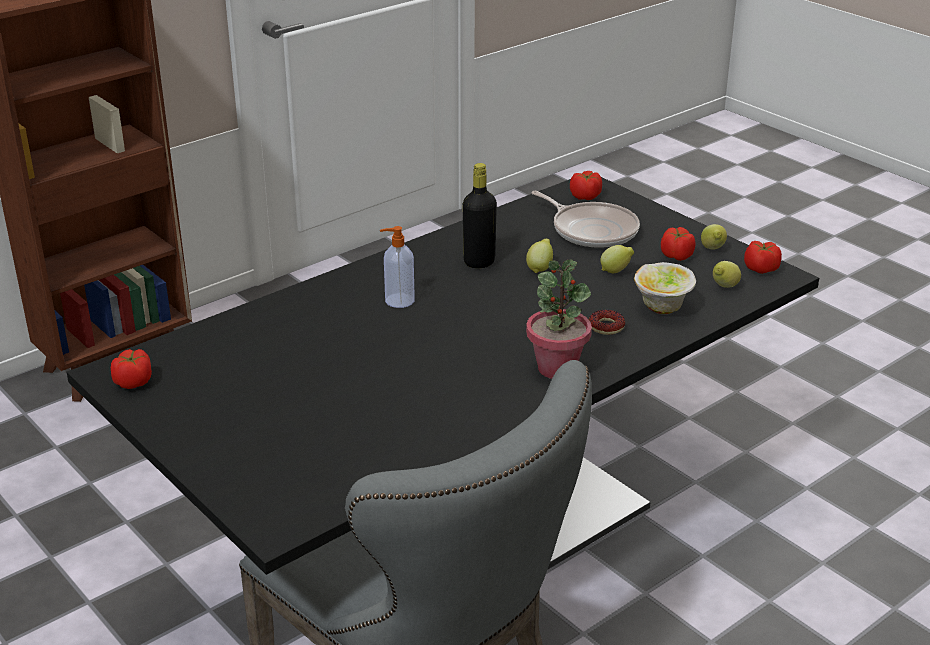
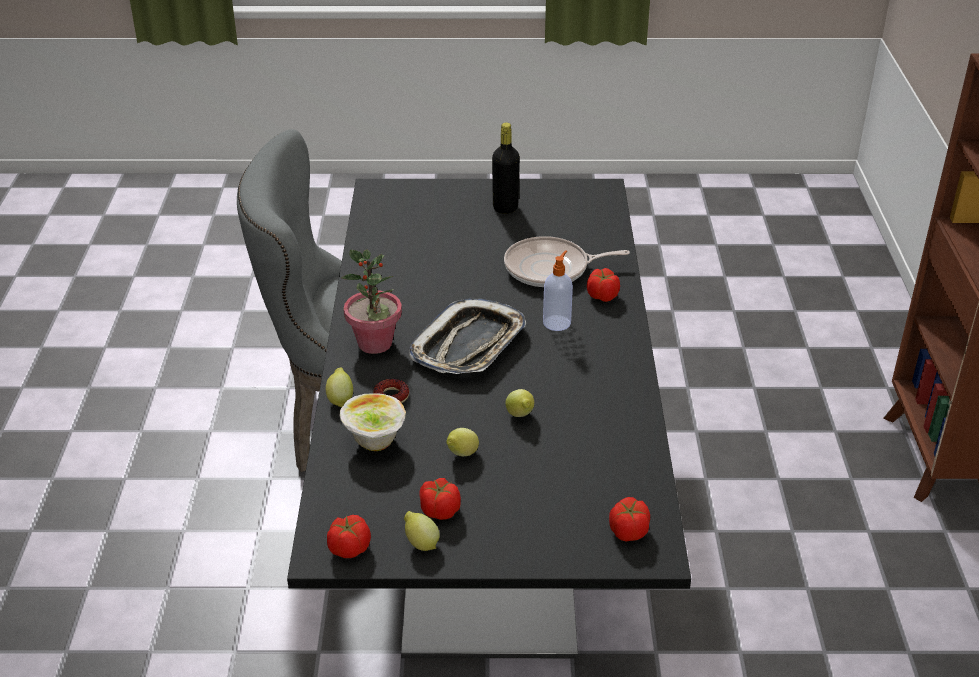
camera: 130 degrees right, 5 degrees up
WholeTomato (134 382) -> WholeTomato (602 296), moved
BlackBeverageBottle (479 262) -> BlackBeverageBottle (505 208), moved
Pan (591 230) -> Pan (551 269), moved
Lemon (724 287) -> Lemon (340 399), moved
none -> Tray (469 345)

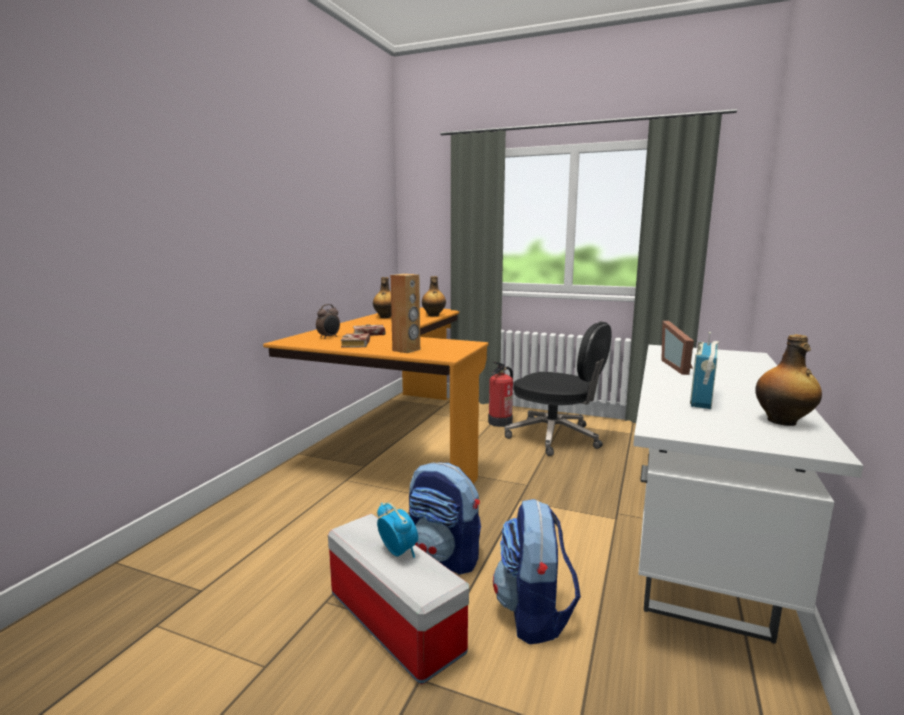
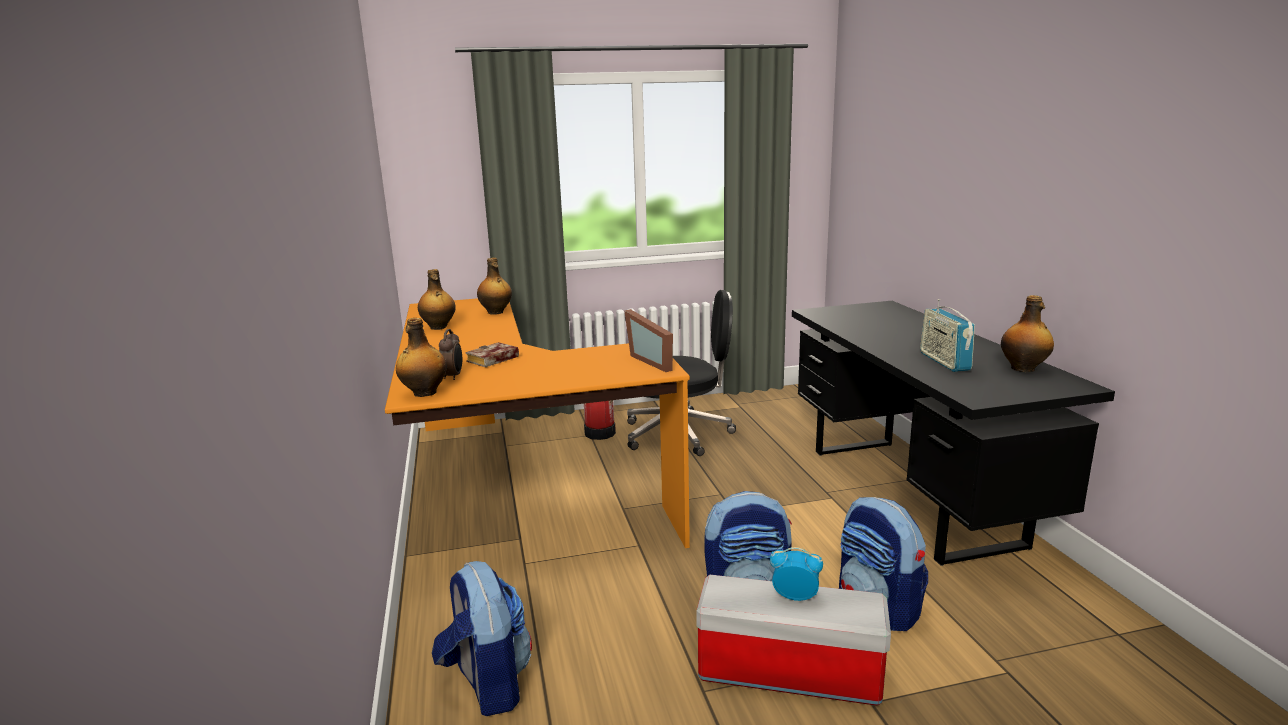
camera: 35 degrees left, 5 degrees up
Book (356 344) -> none
BrownColouredAudioSpeaker (406 350) -> none
WhitishDeskUnit (700 543) -> BlackDeskUnit (911 494)
PictureFrame (679 366) -> PictureFrame (654 360), moved
none -> BeverageBottle (424 393)
none -> Knapsack (487 684)

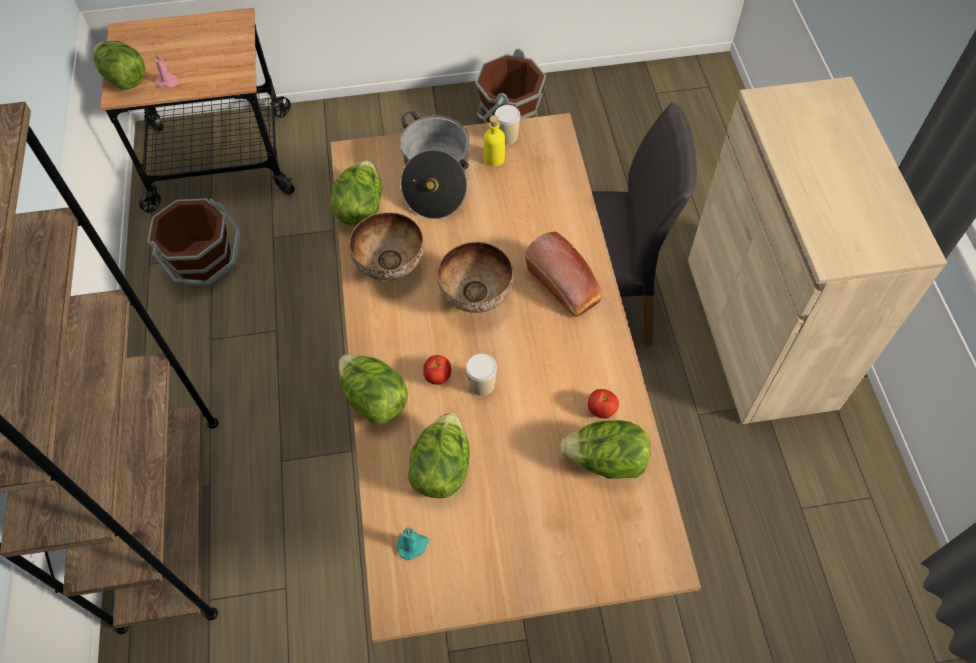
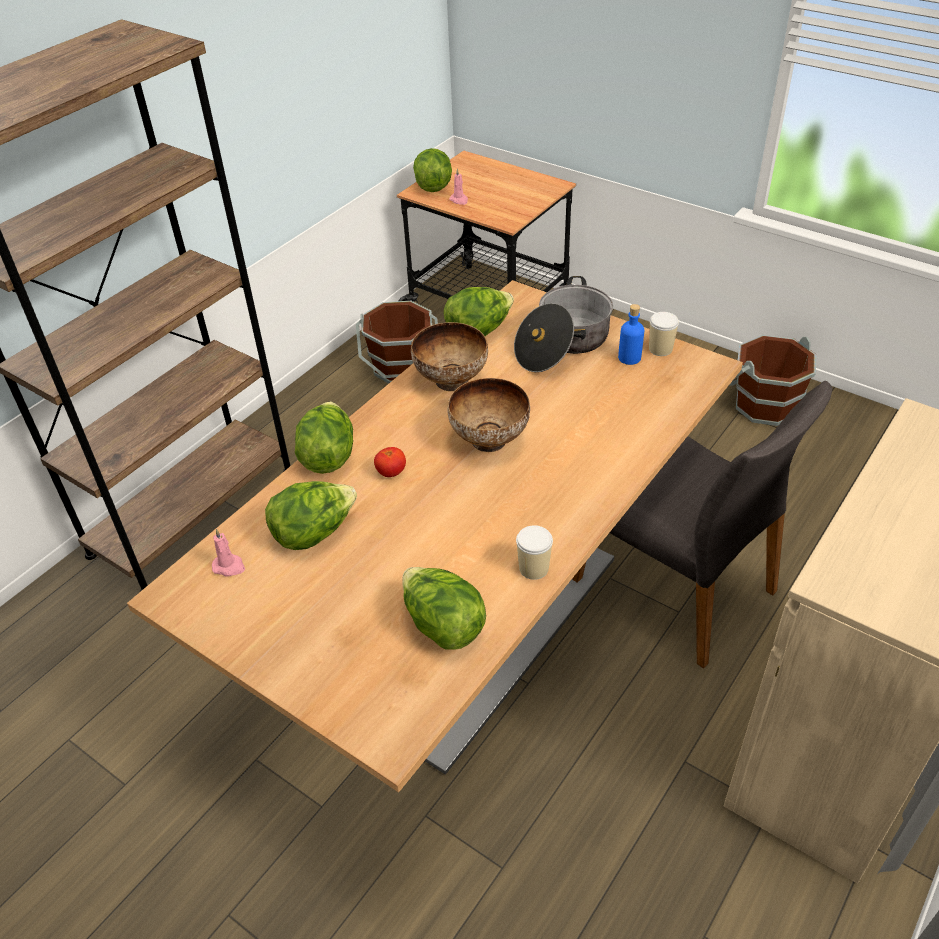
camera: 45 degrees right, 15 degrees down
TurquoiseWaxCandle (413 545) -> PinkColouredWaxCandle (229 566)
Cup (482 385) -> Cup (533 568), moved
YellowBeverageBottle (494 158) -> BlueColouredBeverageBottle (629 358)
BakeryBread (565 286) -> none
WholeTomato (601 410) -> none

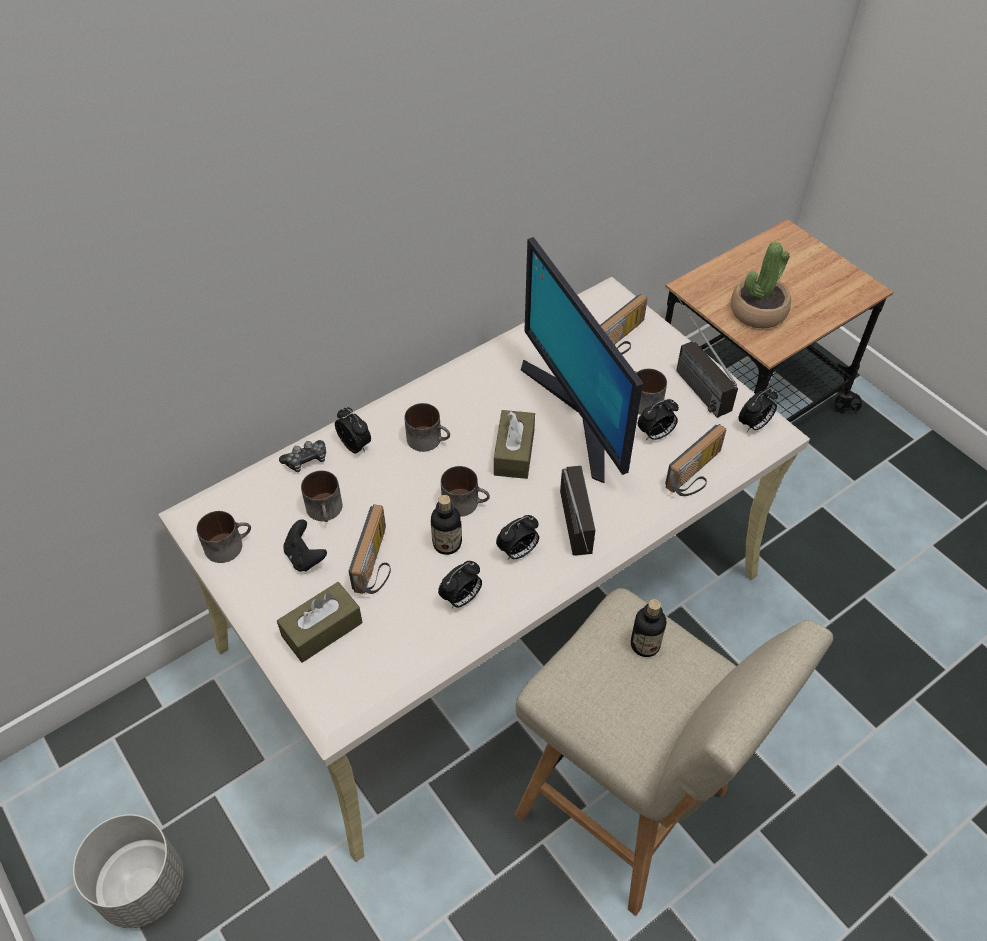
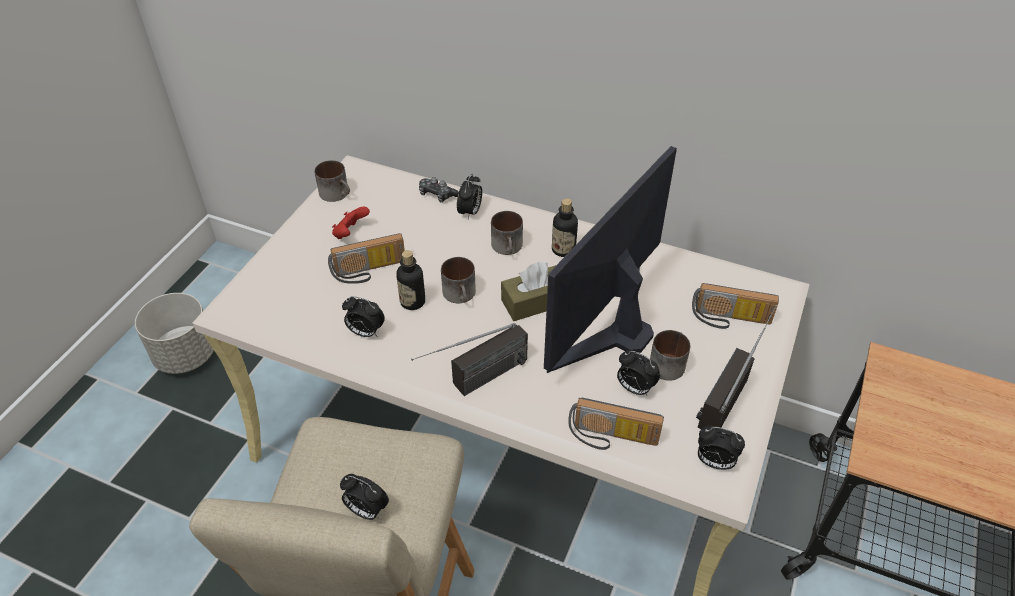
camera: 60 degrees right, 5 degrees down
BrownColouredBoxOfTissues (322 629) -> none
BlackJoypad (305 557) -> RedJoypad (350 233)
TeaMug (326 510) -> none
AlarmClock (518 552) -> AlarmClock (366 510), moved
BeverageBottle (645 644) -> BeverageBottle (563 249), moved
PottedPlant (758 311) -> none

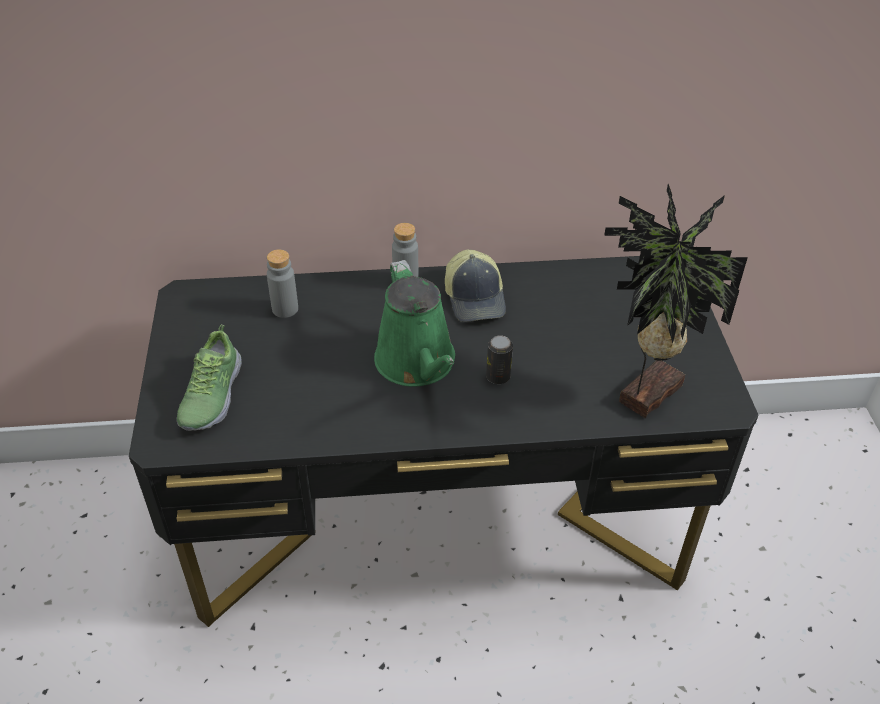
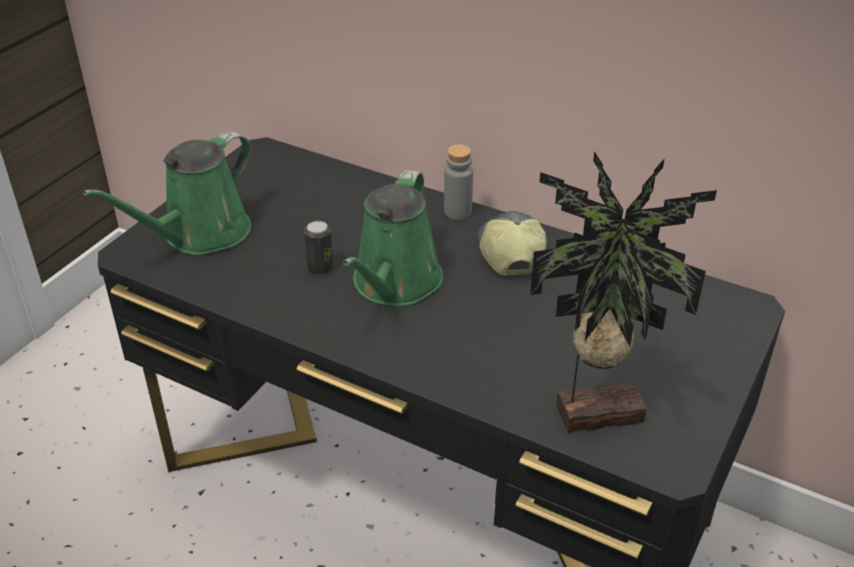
camera: 35 degrees right, 5 degrees down
Shoe (210 396) -> GreenSprinklingCan (200 235)
GreyishBeverageBottle (285 309) -> none
BaseballCap (476 298) -> BaseballCap (509 252), 150 degrees clockwise
SealedCan (498 377) -> SealedCan (320 268), moved

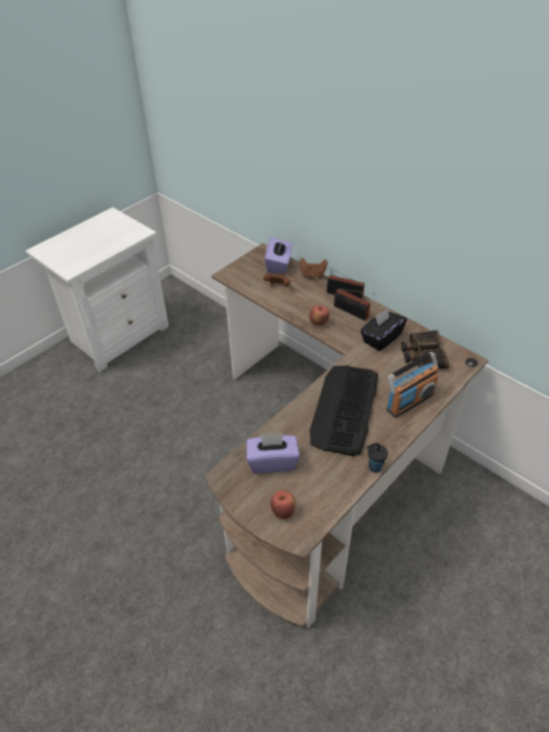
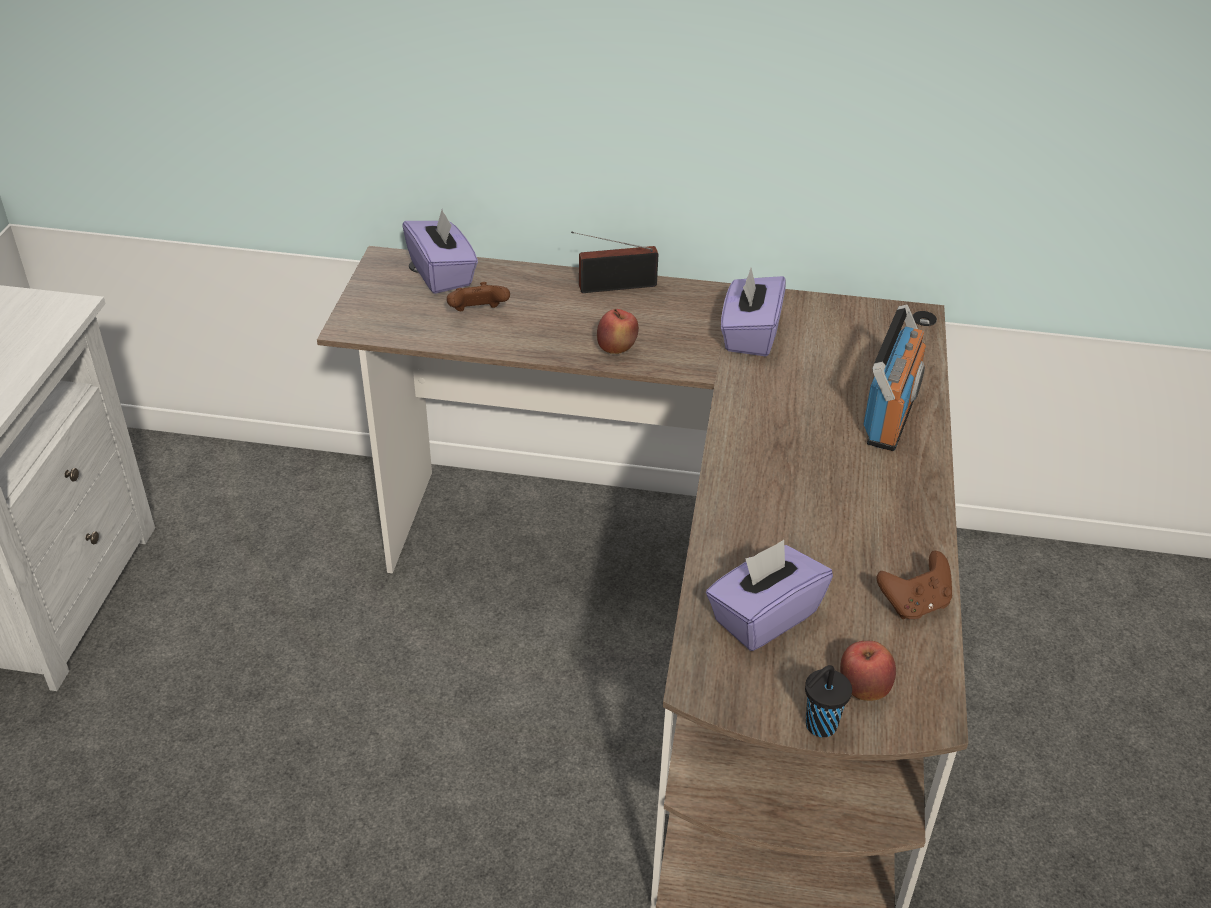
camera: 35 degrees left, 5 degrees down
BrownColouredJoypad (313 275) -> BrownColouredJoypad (914 604), moved
PcKeyboard (344 409) -> none
RadioSet (352 313) -> none
BlackBoxOfTissues (381 338) -> PurpleColouredBoxOfTissues (749 335)
BlackCup (374 467) -> BlackCup (819 726), moved
Binoculars (423 354) -> none

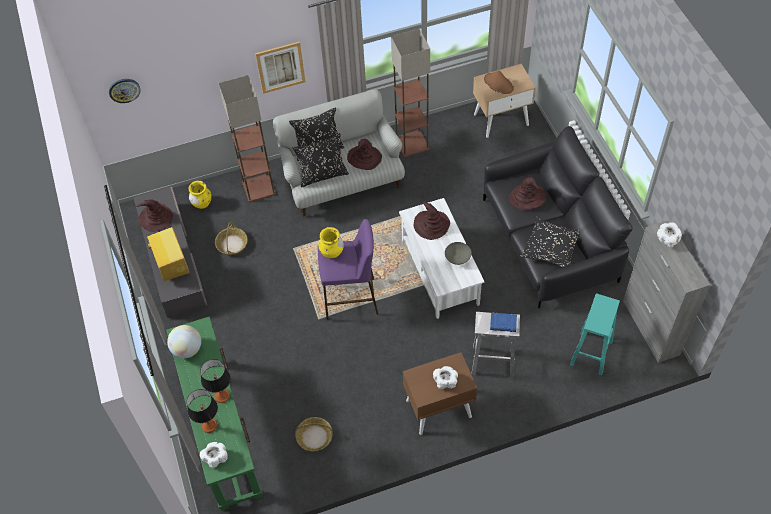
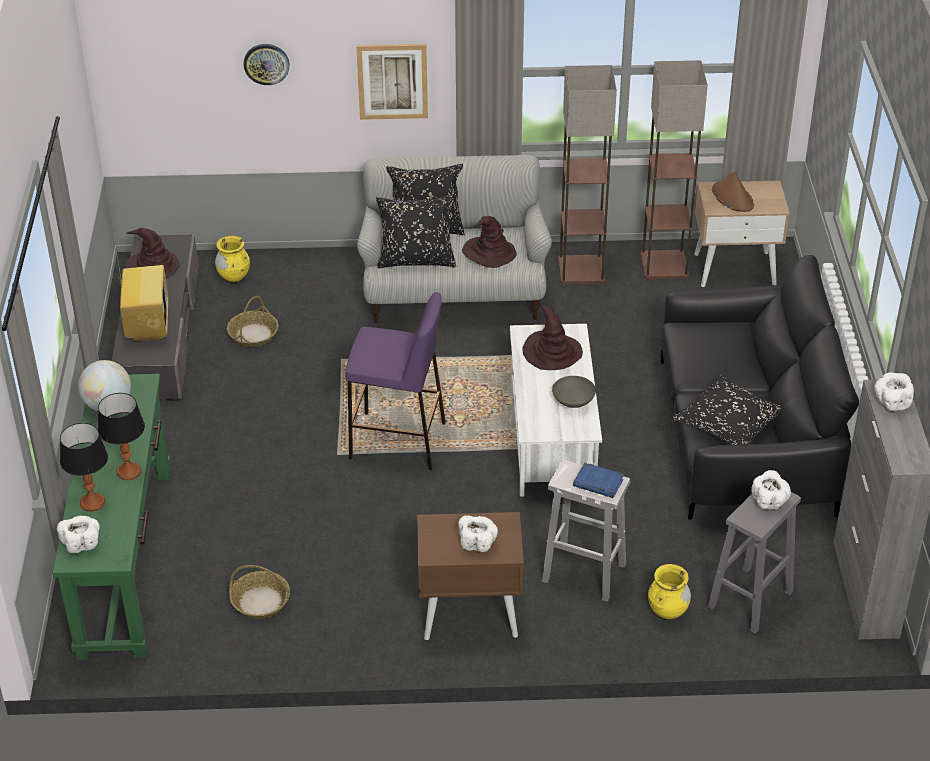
camera: 15 degrees right, 15 degrees down
WallClock (124 90) -> WallClock (266 63), moved
FloorLamp (259 187) -> FloorLamp (665 265), moved
YellowVase (332 253) -> YellowVase (668 612), moved
BrownColouredHat (527 197) -> none
TurquoiseStool (591 354) -> GreyishStool (749 600)
none -> WhitishServingBowl (769 501)

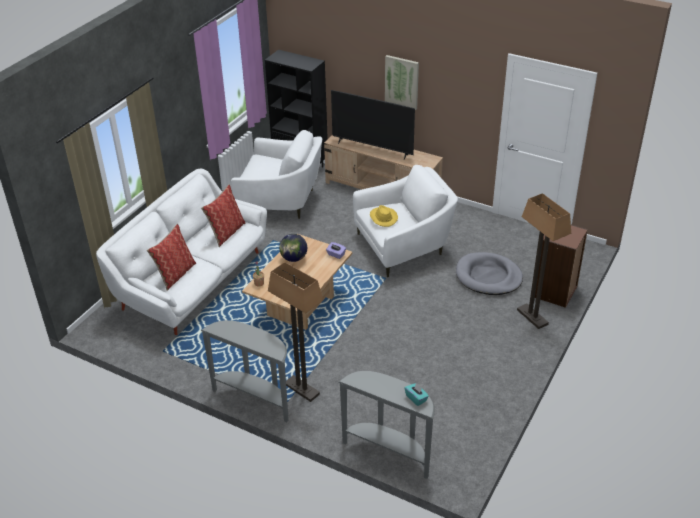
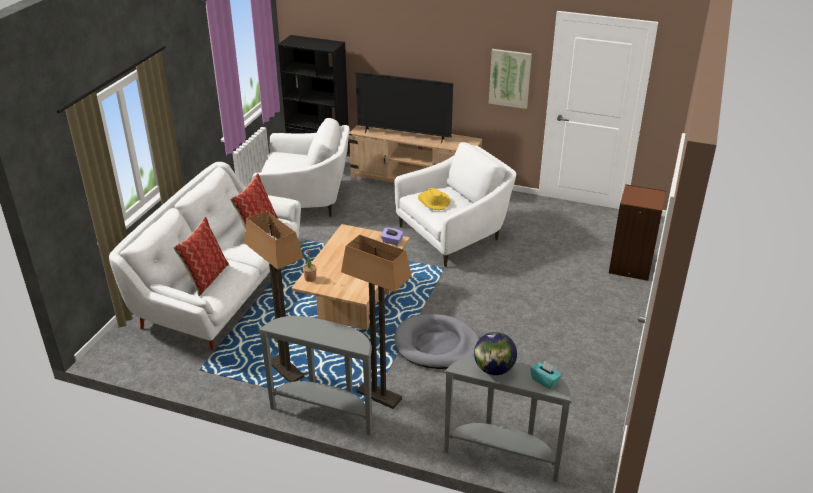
camera: 10 degrees left, 5 degrees down
Globe (294 258) -> Globe (494 369), moved
WallArt (402 82) -> WallArt (510 78), moved
GreyishDogBed (488 276) -> GreyishDogBed (436 345), moved
FloorLamp (532 317) -> FloorLamp (285 370), moved

